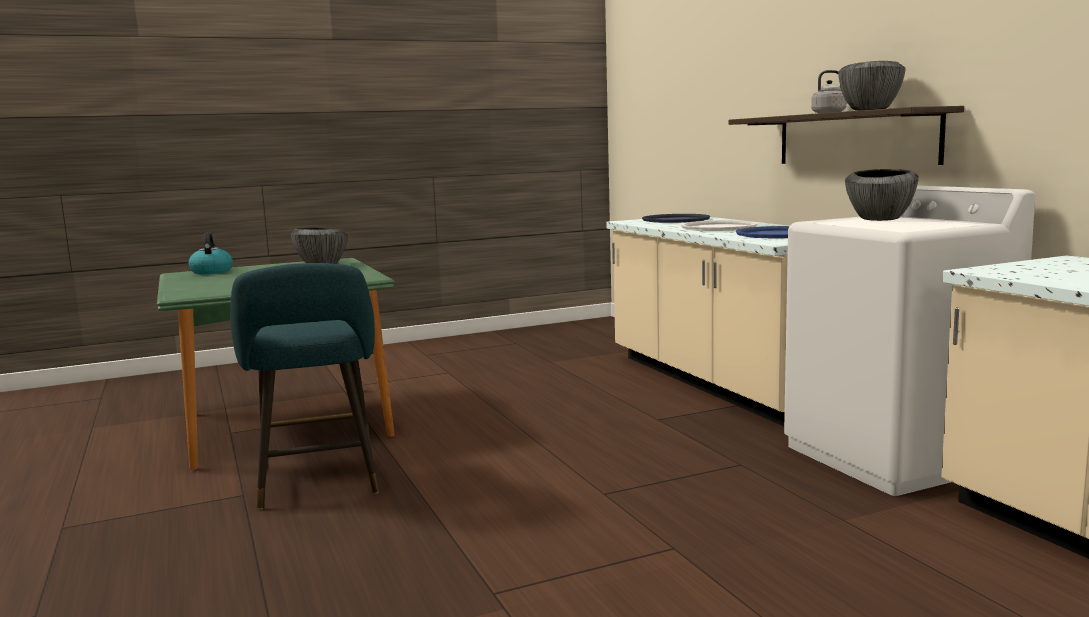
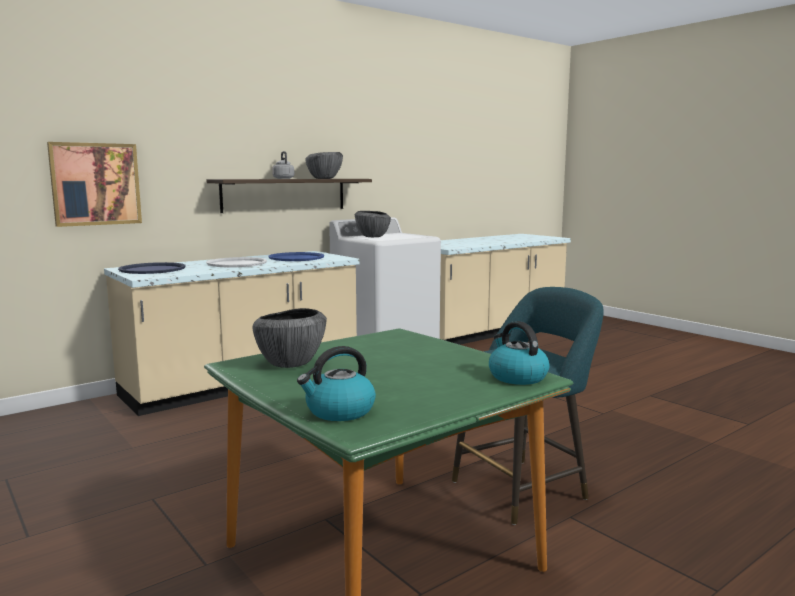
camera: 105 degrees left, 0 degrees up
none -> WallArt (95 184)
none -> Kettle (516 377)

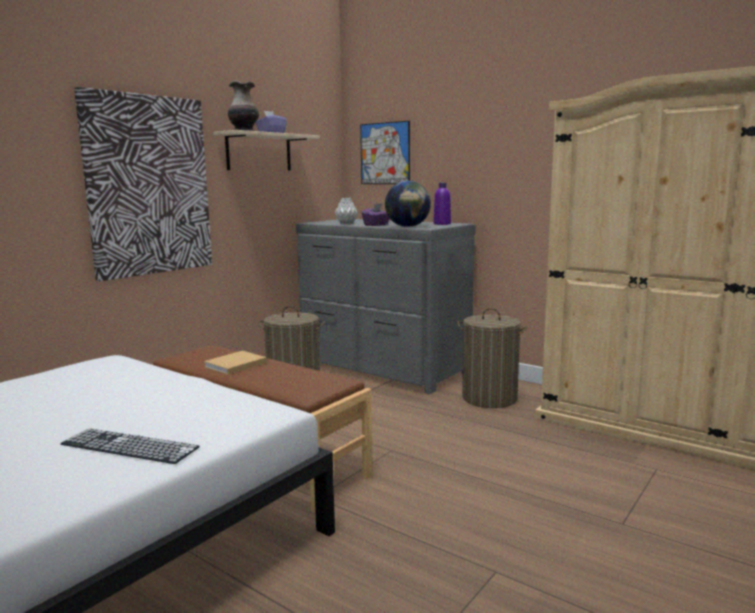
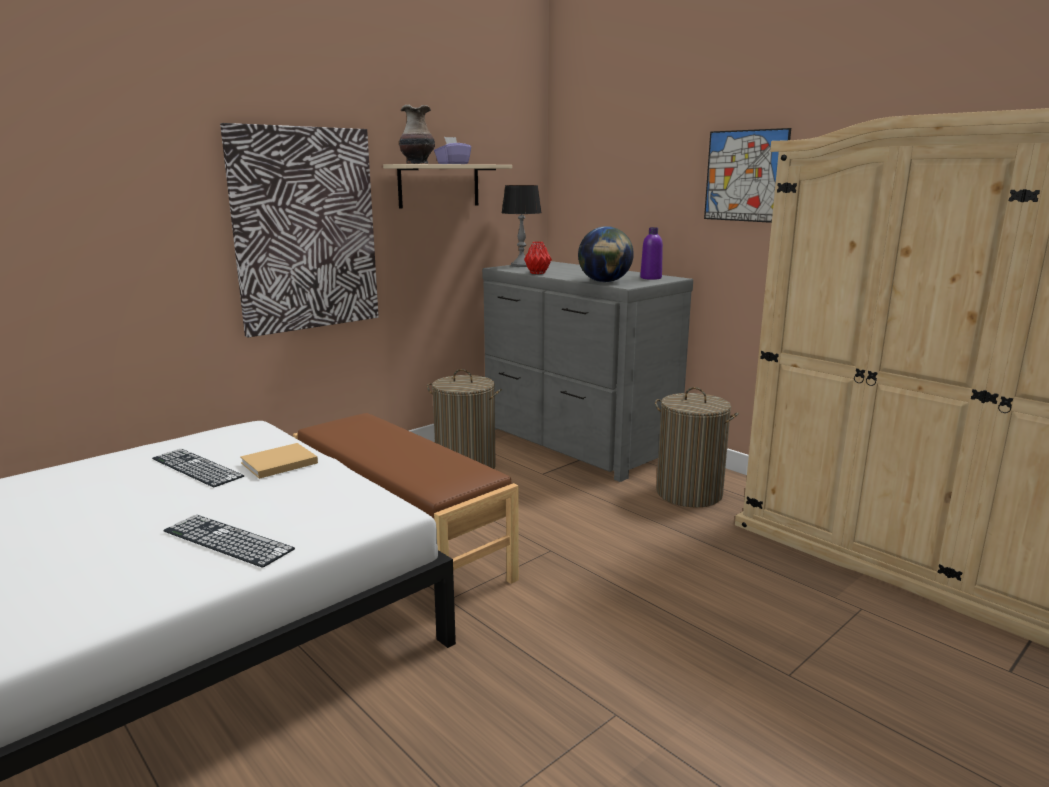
camera: 10 degrees right, 5 degrees up
BeigeBook (234 365) -> BeigeBook (277 463), moved
GreyishVase (346 224) -> RedVase (537 273)
WallArt (385 153) -> WallArt (745 176), moved
PurpleColouredBoxOfTissues (376 225) -> none
none -> PcKeyboard (196 467)
none -> LampForATable (521 265)

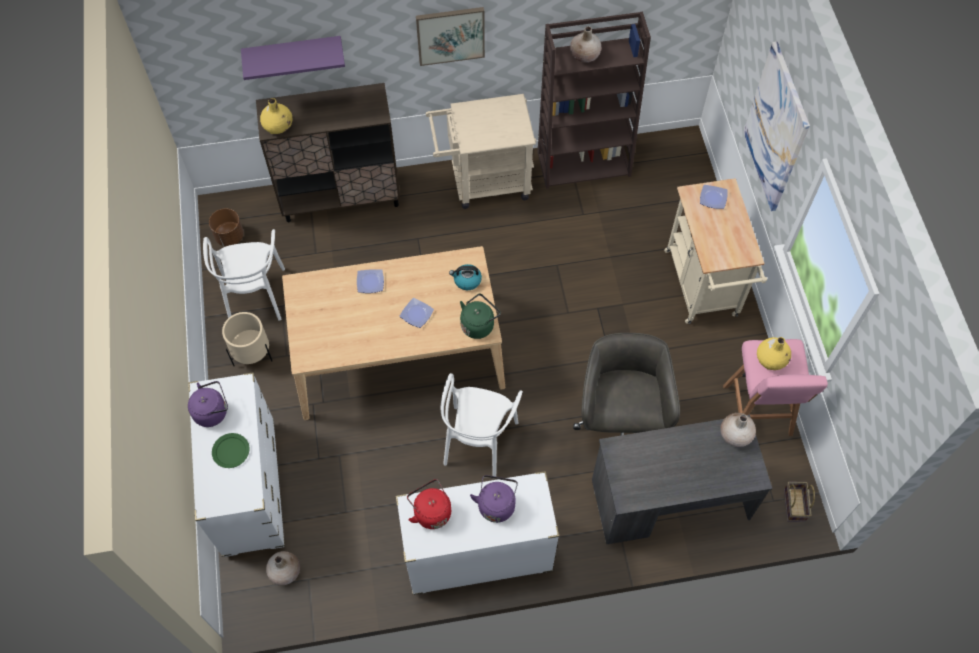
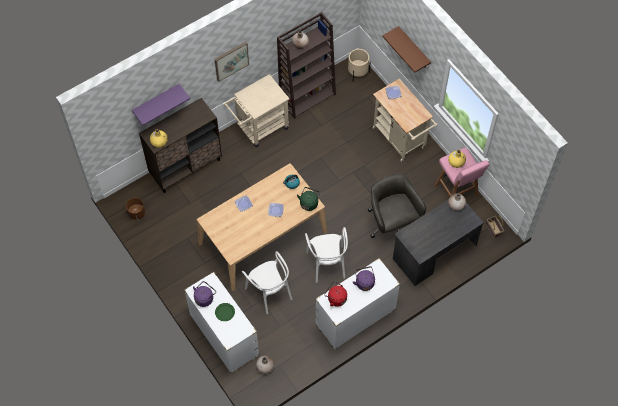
camera: 25 degrees left, 0 degrees up
WhitishPlainChair (254 295) -> WhitishPlainChair (269 292), moved
BeigePlantPot (252 353) -> BeigePlantPot (357 73), moved
WallArt (776 128) -> BrownColouredWallShelf (414 48)

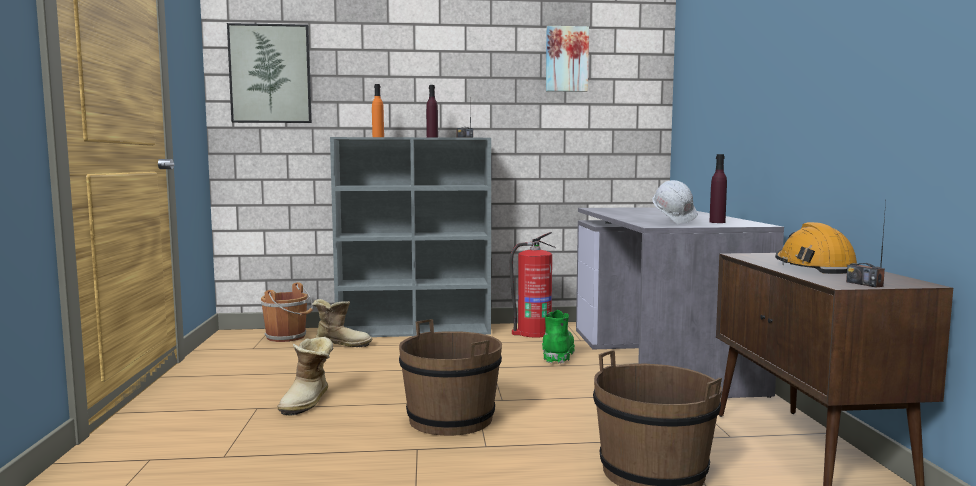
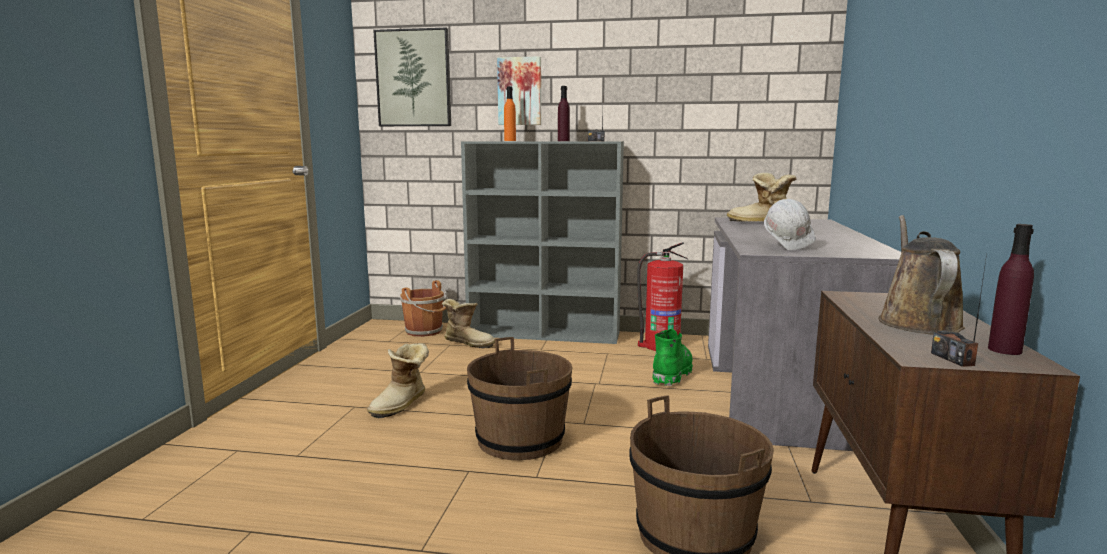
camera: 15 degrees right, 5 degrees up
WallArt (566 59) -> WallArt (520 91), moved
PurpleColouredBeverageBottle (717 222) -> PurpleColouredBeverageBottle (1004 350), moved
OrangeySafetyHelmet (813 267) -> BrownColouredSprinklingCan (917 322)
none -> HighTopBoot (759 223)

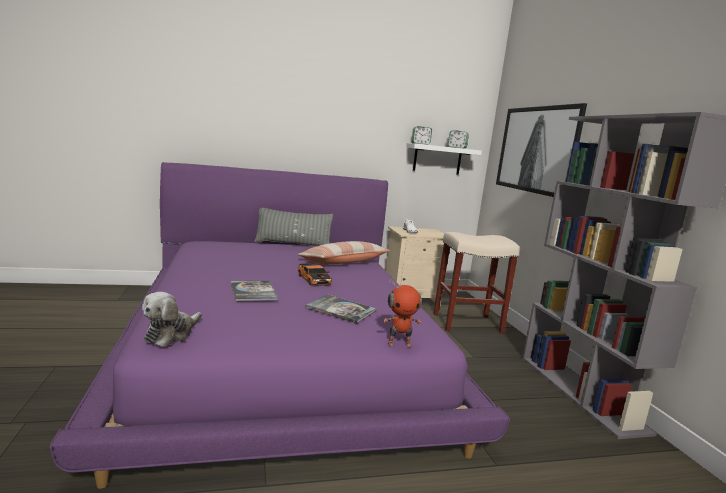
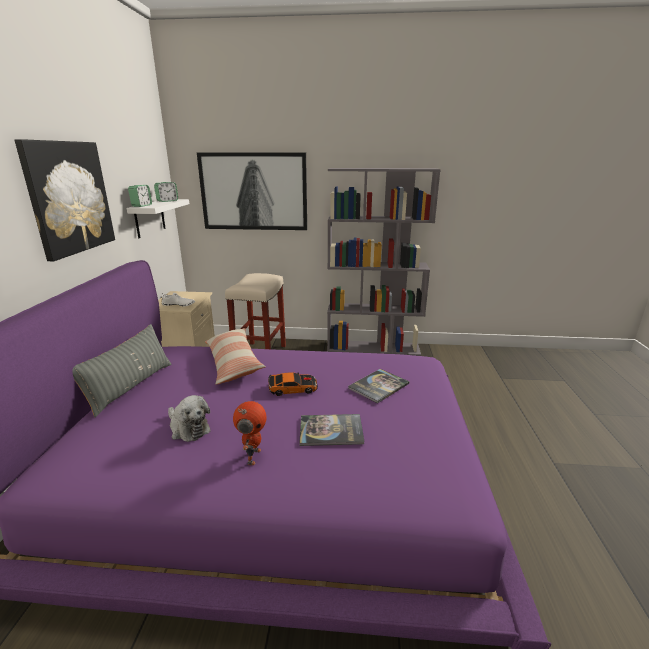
camera: 70 degrees left, 10 degrees up
SoftToy (171 334) -> SoftToy (188 428), moved
ModelRobot (399 343) -> ModelRobot (252 456), moved
none -> WallArt (69 198)

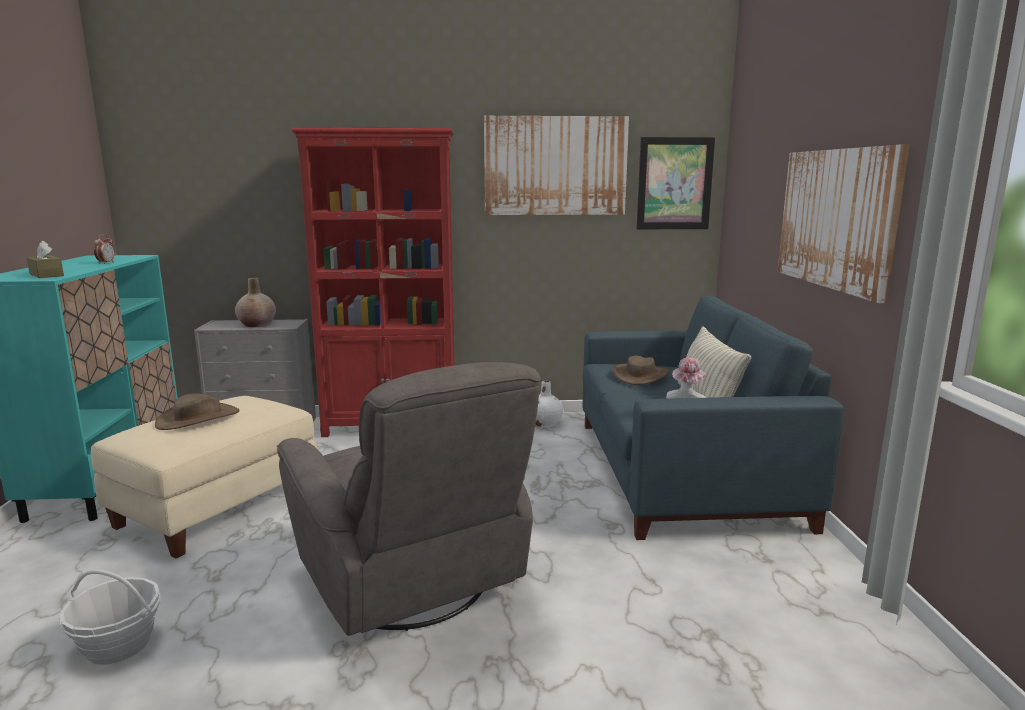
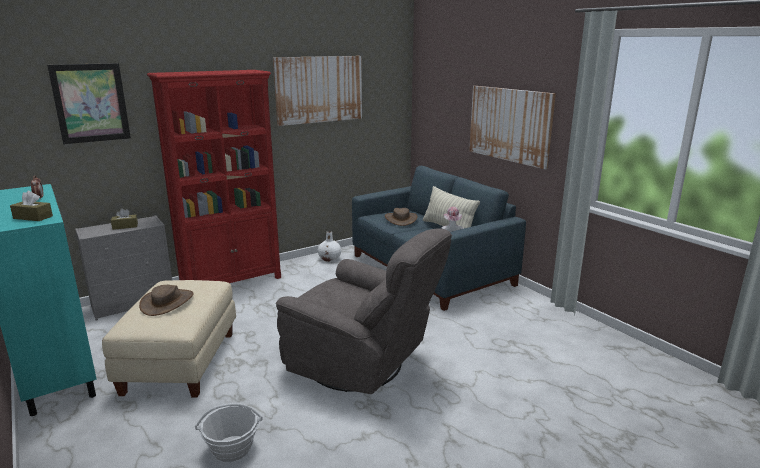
camera: 30 degrees left, 5 degrees up
BeigeVase (257 325) -> BrownColouredBoxOfTissues (125 226)
WallArt (674 183) -> WallArt (91 103), moved

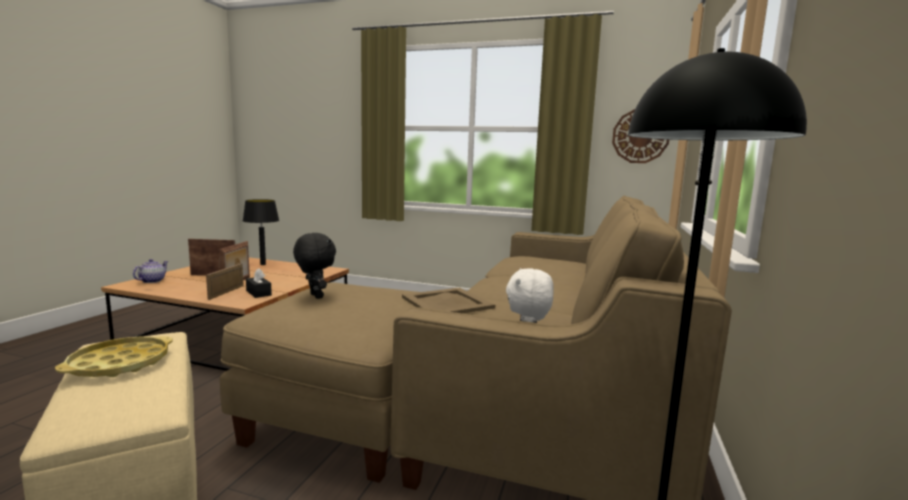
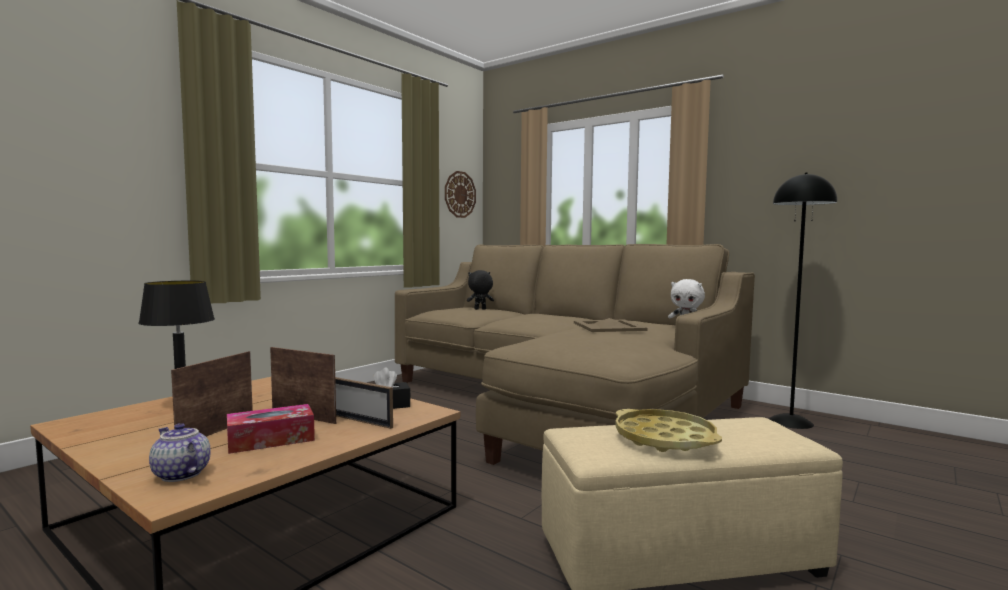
camera: 70 degrees left, 5 degrees down
BlackSoftToy (315 296) -> BlackSoftToy (480 309), moved
none -> BoxOfTissues (271 440)

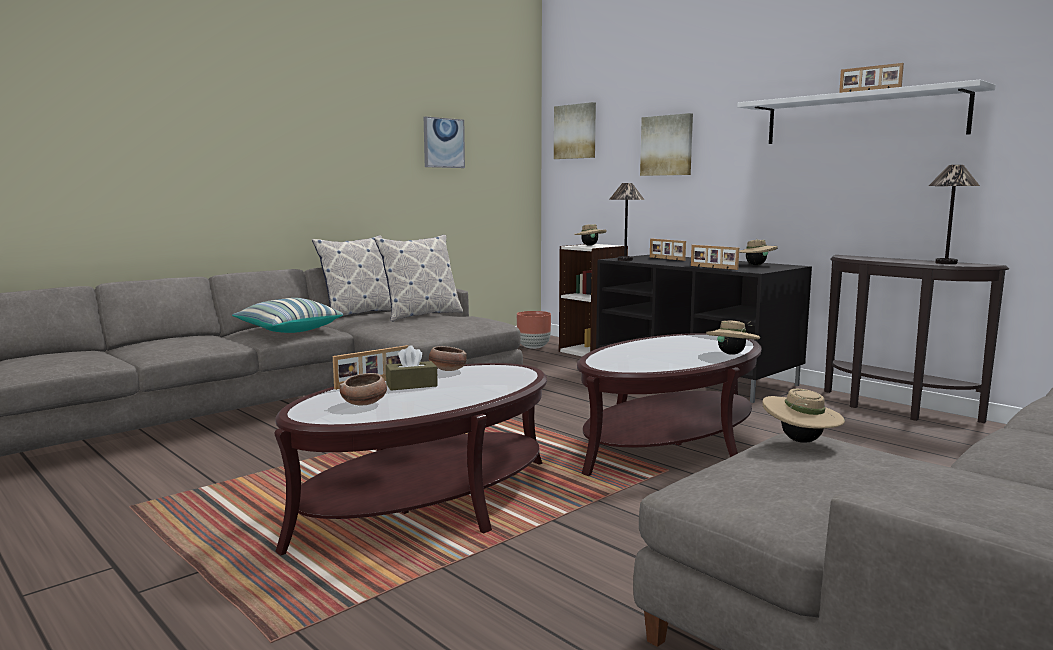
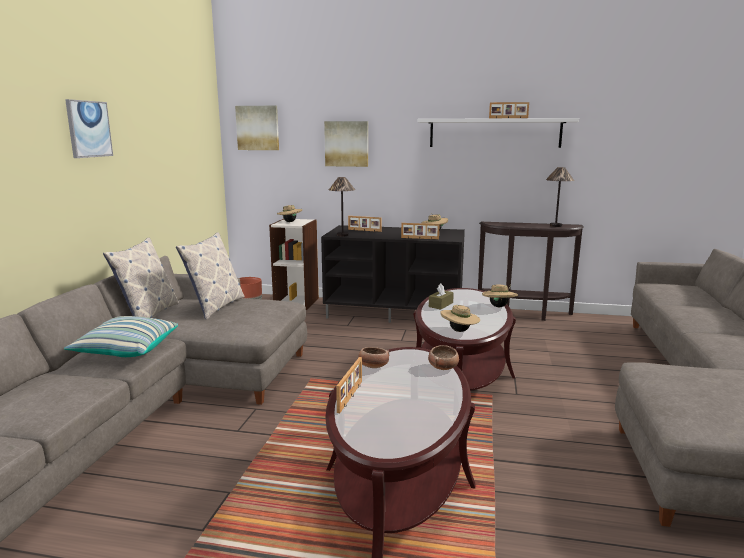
camera: 35 degrees left, 5 degrees up
ServingBowl (365 403) -> ServingBowl (443 367), moved
BrownColouredBoxOfTissues (411 385) -> BrownColouredBoxOfTissues (441 305), moved
WallArt (443 143) -> WallArt (88 129), moved
BeigeHat (801 441) -> BeigeHat (459 331), moved

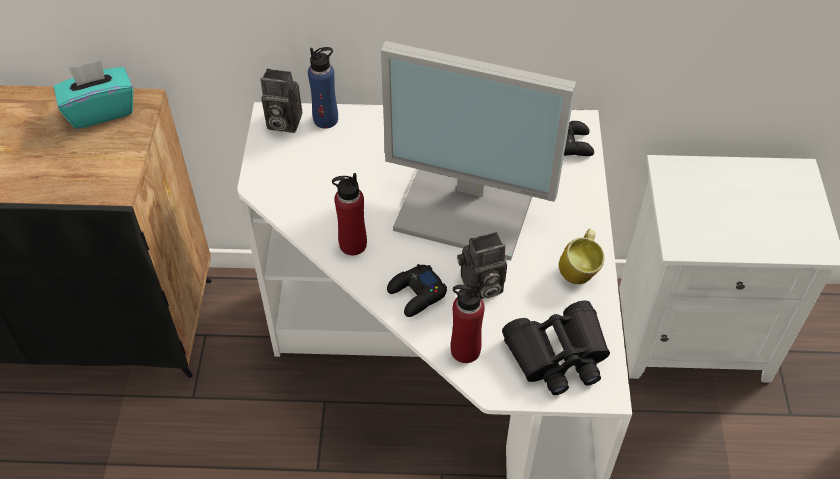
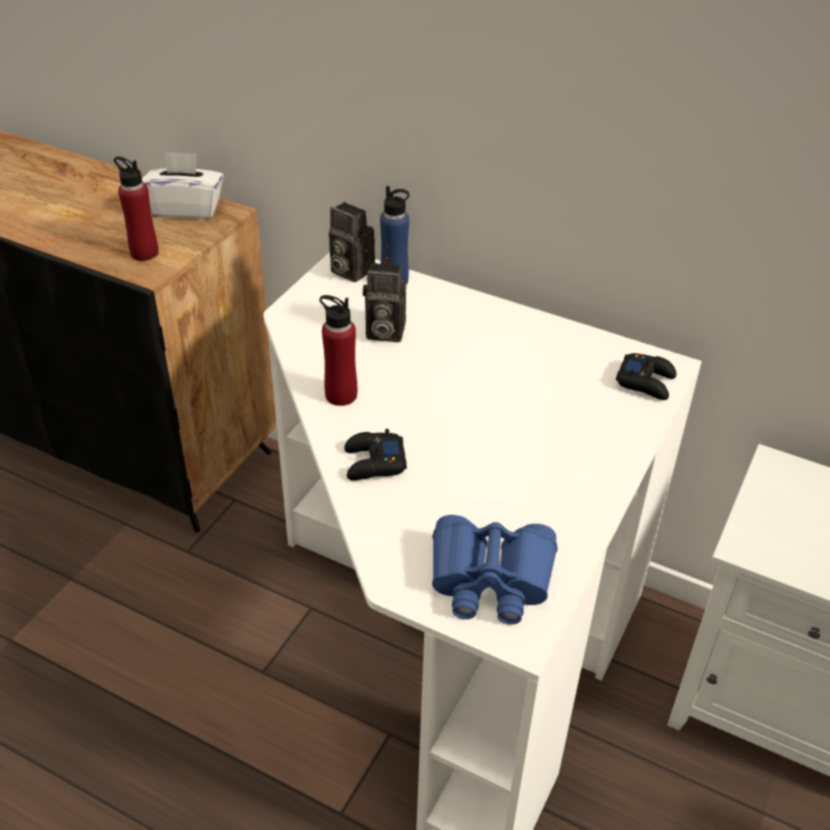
camera: 25 degrees right, 10 degrees down
TurquoiseBoxOfTissues (100 110) -> WhitishBoxOfTissues (186 209)
Monitor (470 204) -> none
RedBeverageBottle (465 350) -> RedBeverageBottle (144 253), moved
PhotoCamera (480 287) -> PhotoCamera (383 332), moved
BlackBinoculars (558 355) -> BlueColouredBinoculars (490 579)
TeaMug (580 271) -> none

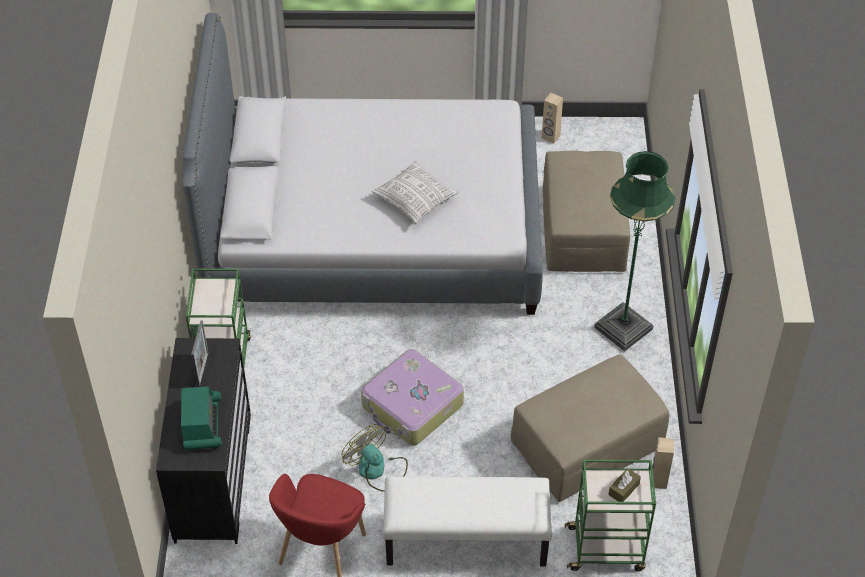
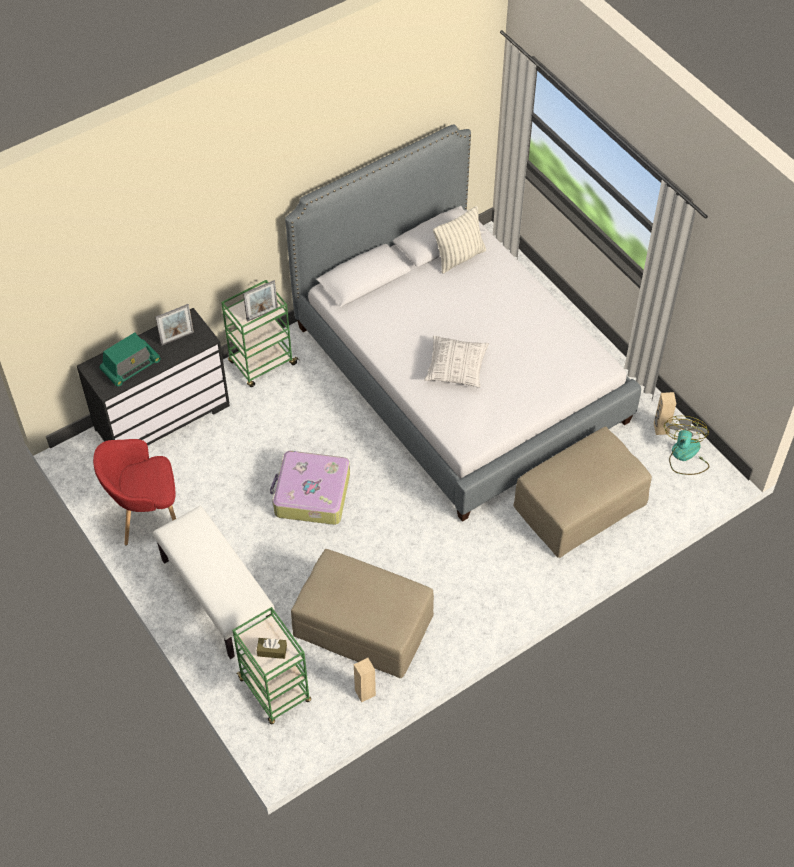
camera: 55 degrees right, 5 degrees up
CoolingFan (377 470) -> CoolingFan (684 456), moved
GreenFloorLamp (623 328) -> none
none -> PictureFrame (262 314)
none -> ThrowPillow (459 257)

